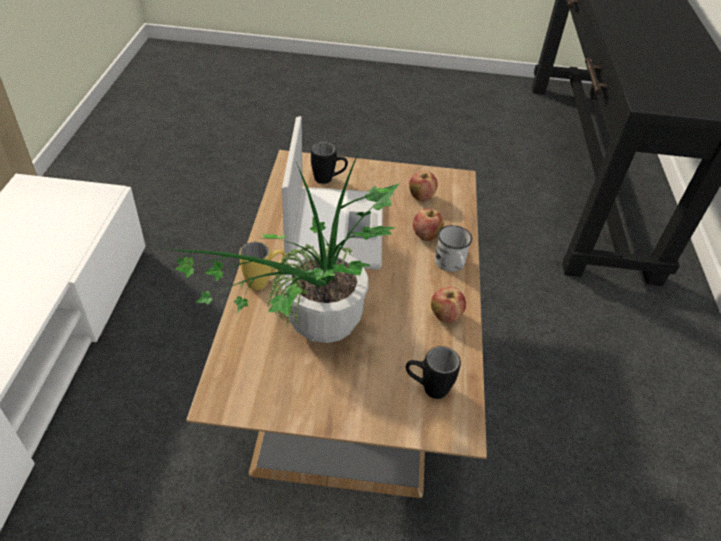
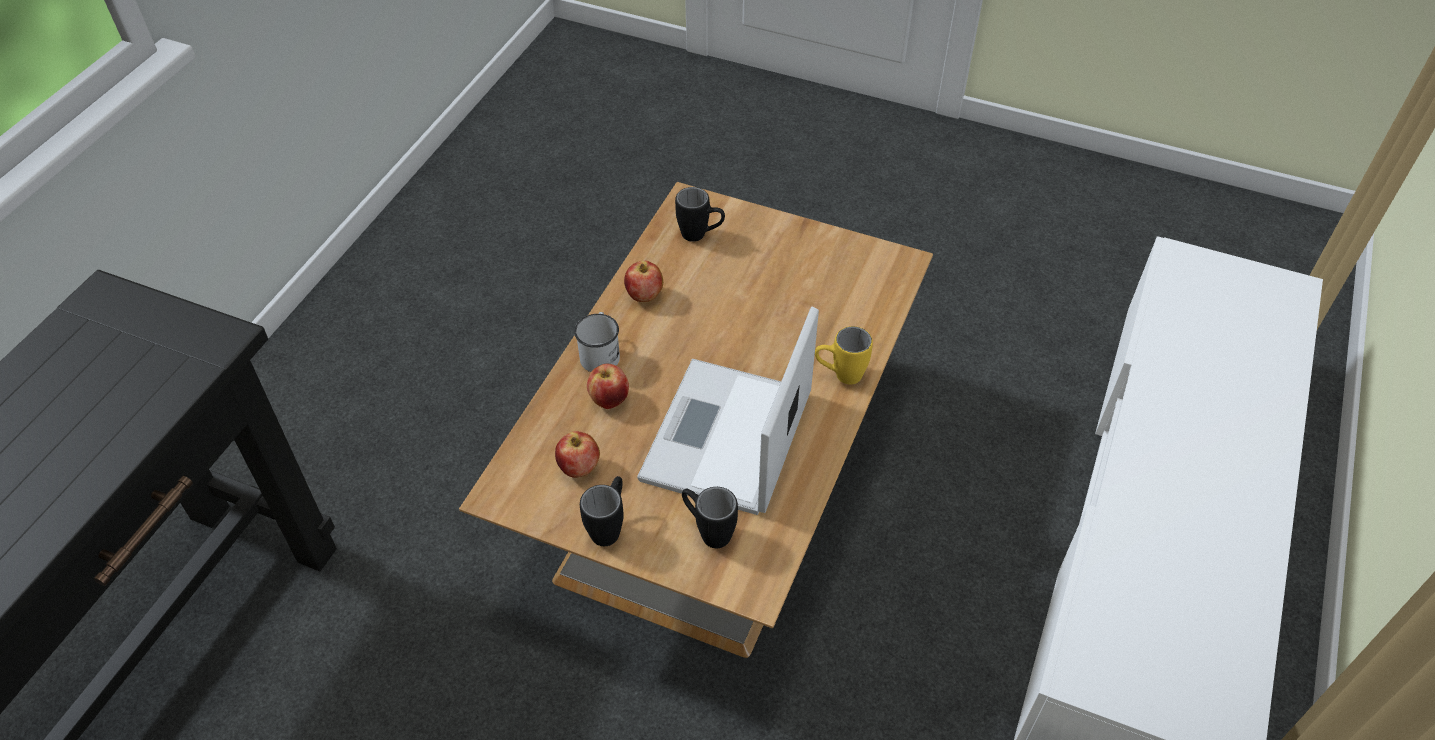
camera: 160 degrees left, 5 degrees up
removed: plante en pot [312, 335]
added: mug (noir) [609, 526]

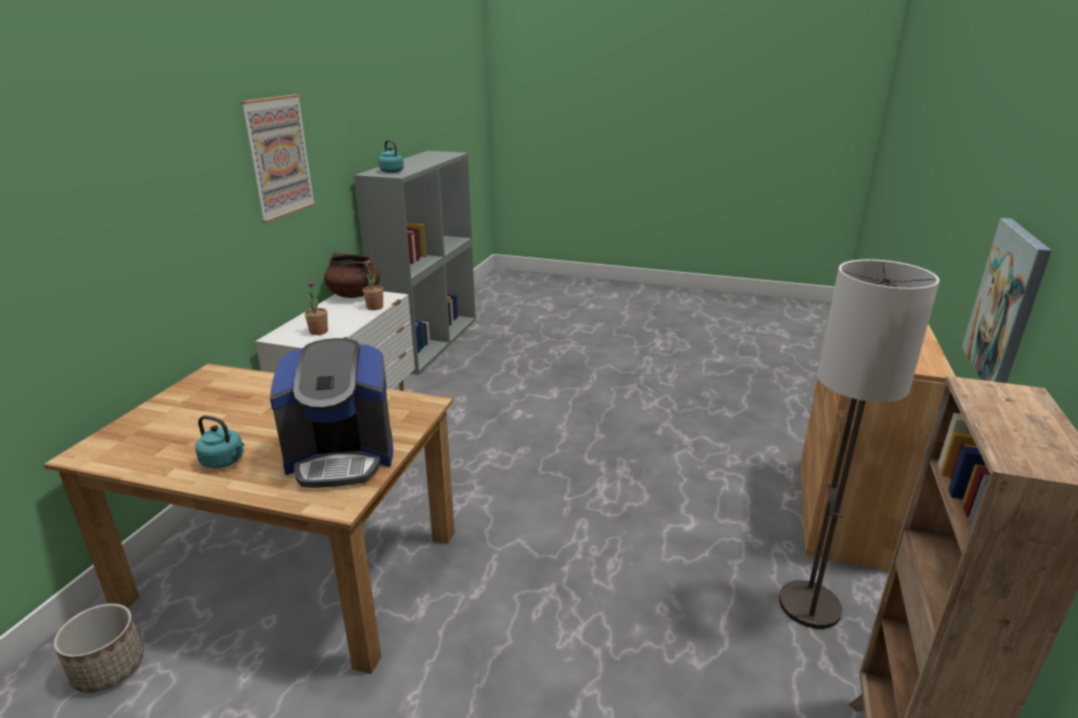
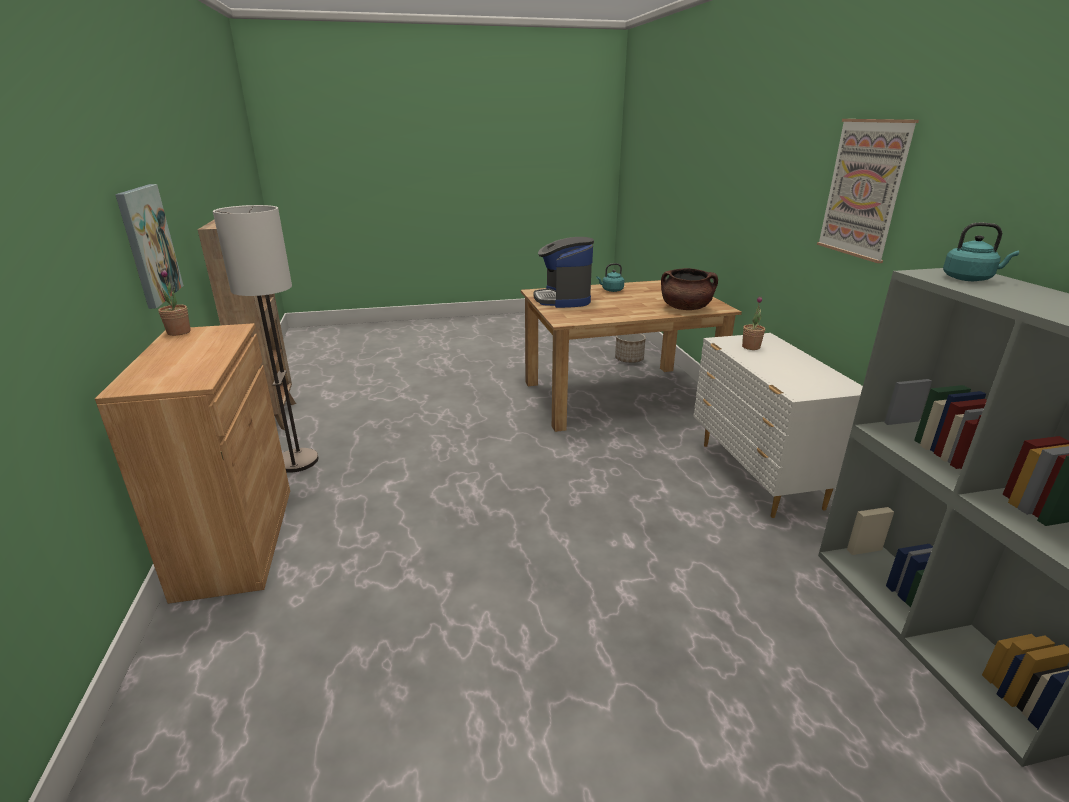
camera: 150 degrees right, 0 degrees up
moved: marmite (marron) [354, 295] to [685, 308]; plante en pot [375, 307] to [179, 332]
turned: machine à café [341, 458] = [563, 299] 60 degrees counterclockwise

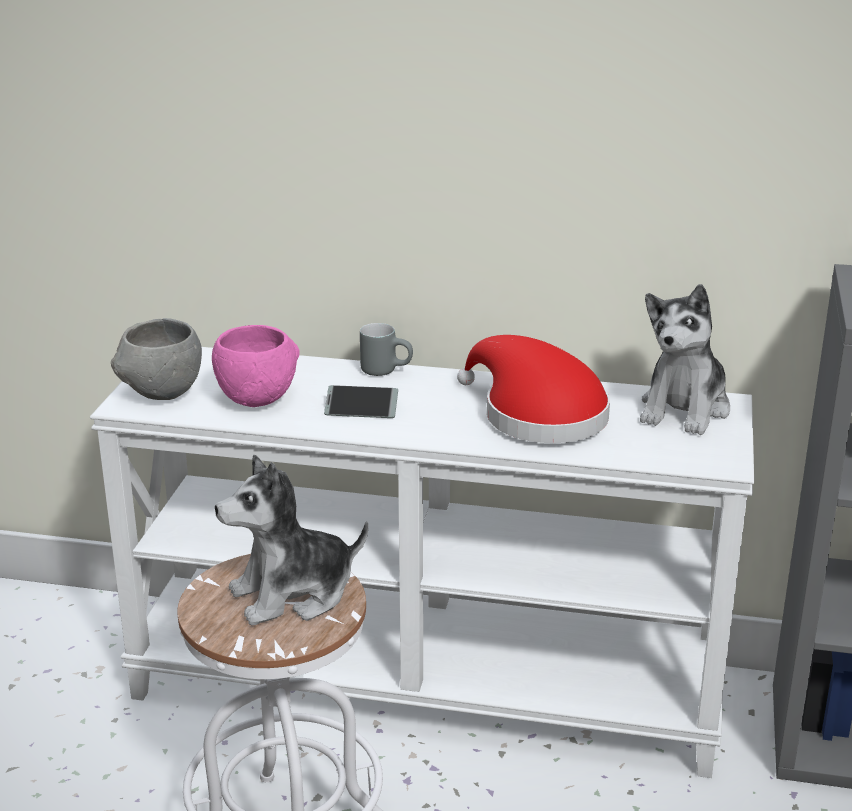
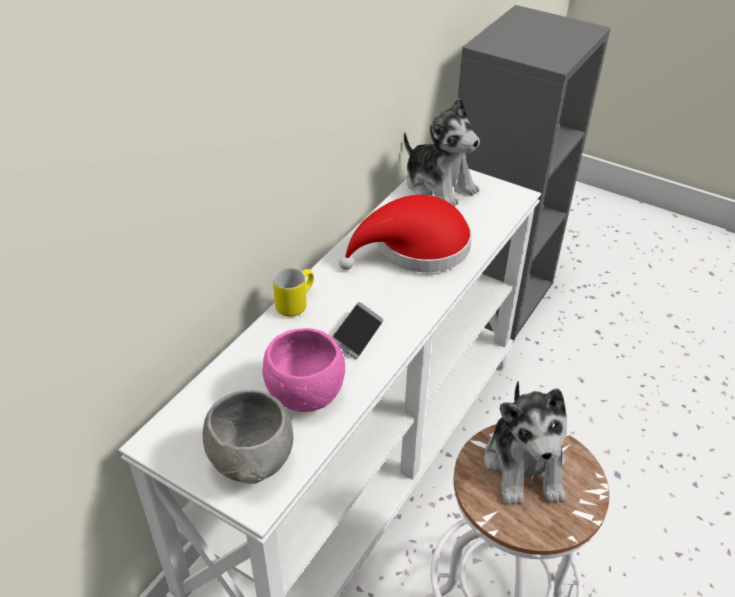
camera: 70 degrees left, 15 degrees up
recoloured: mug (gris) [386, 370] to mug (jaune) [294, 303]

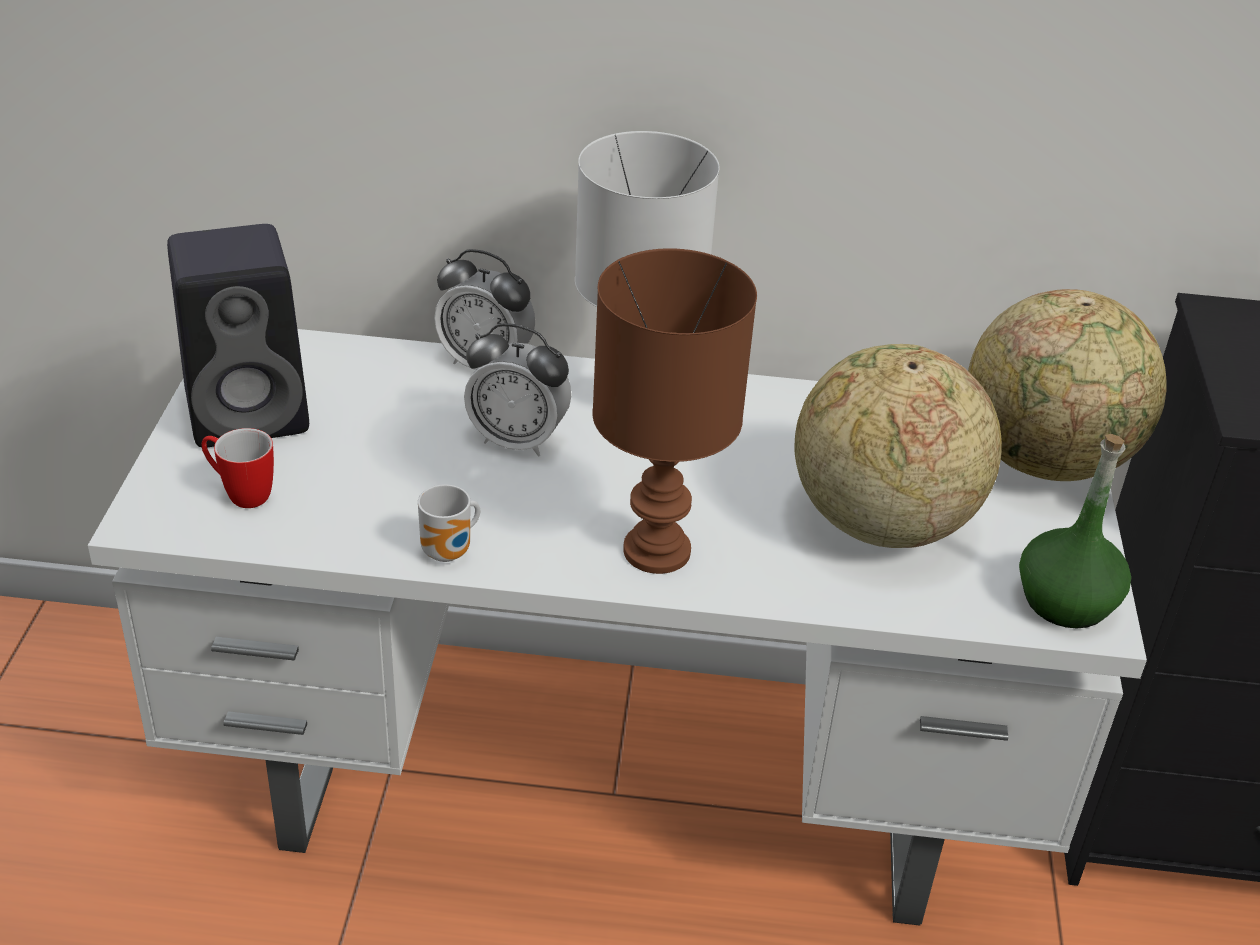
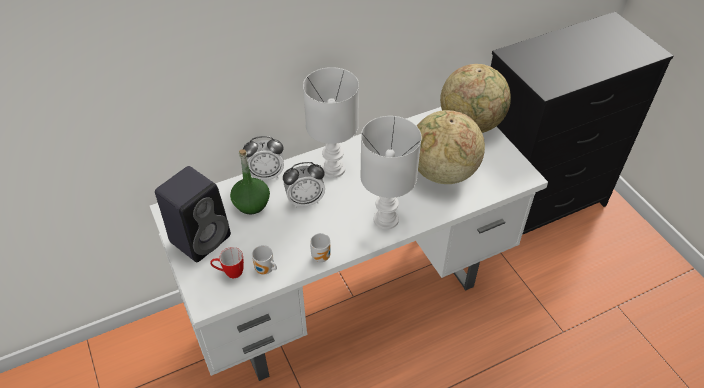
camera: 30 degrees left, 10 degrees up
added: mug [265, 270]
moved: bouteille (vert) [1066, 601] to [251, 203]
recoloured: lampe de table (marron) [659, 550] to lampe de table (blanc) [386, 219]

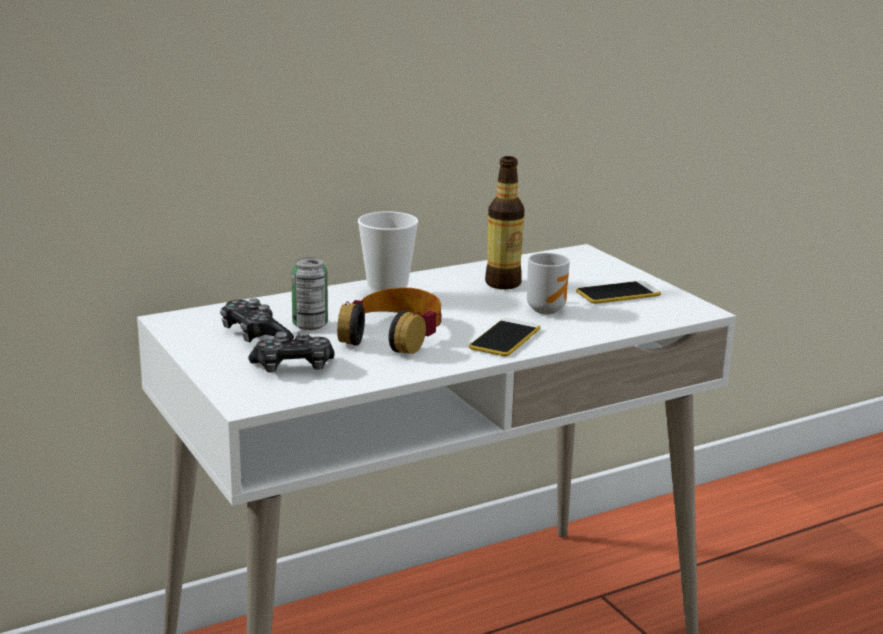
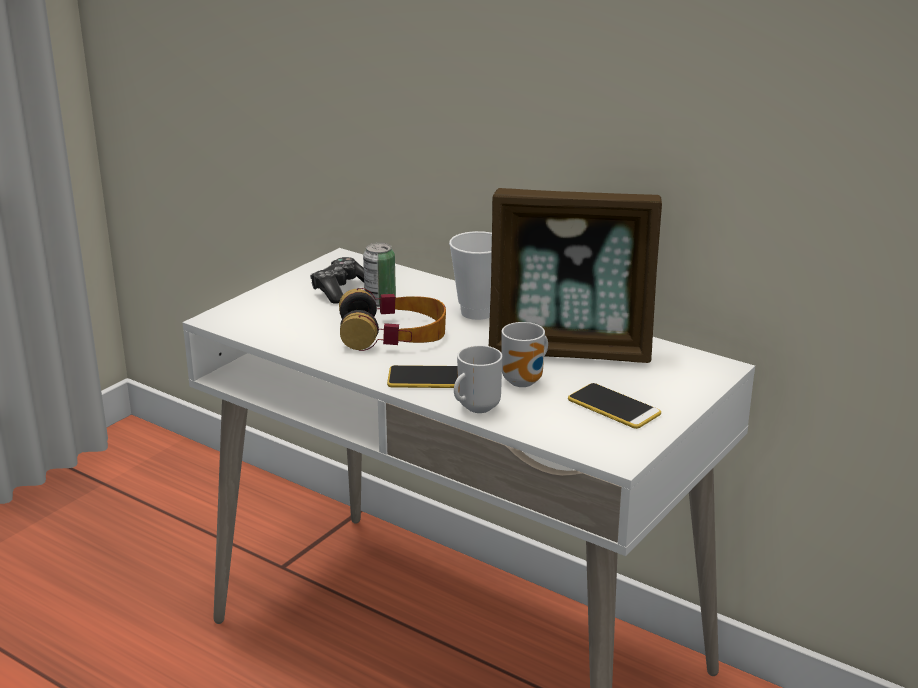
camera: 65 degrees right, 5 degrees up
removed: manette [293, 367]
added: mug [475, 408]
replaced: bouteille [503, 283] to cadre photo [571, 350]

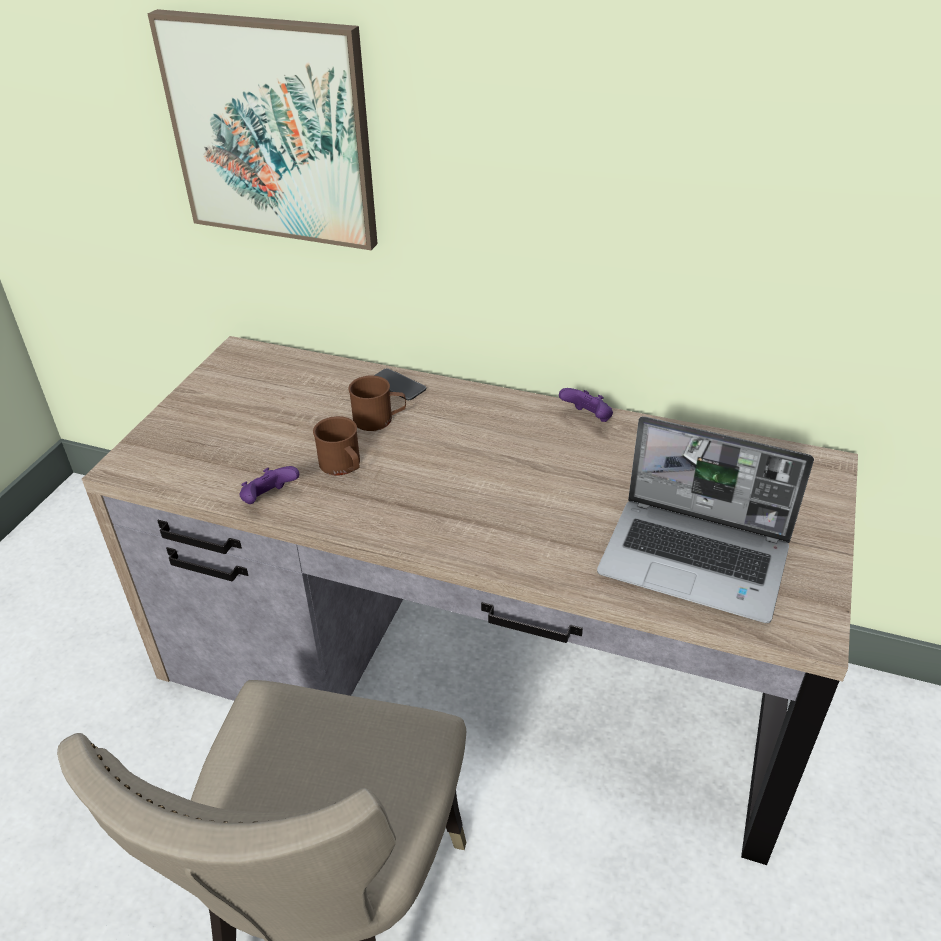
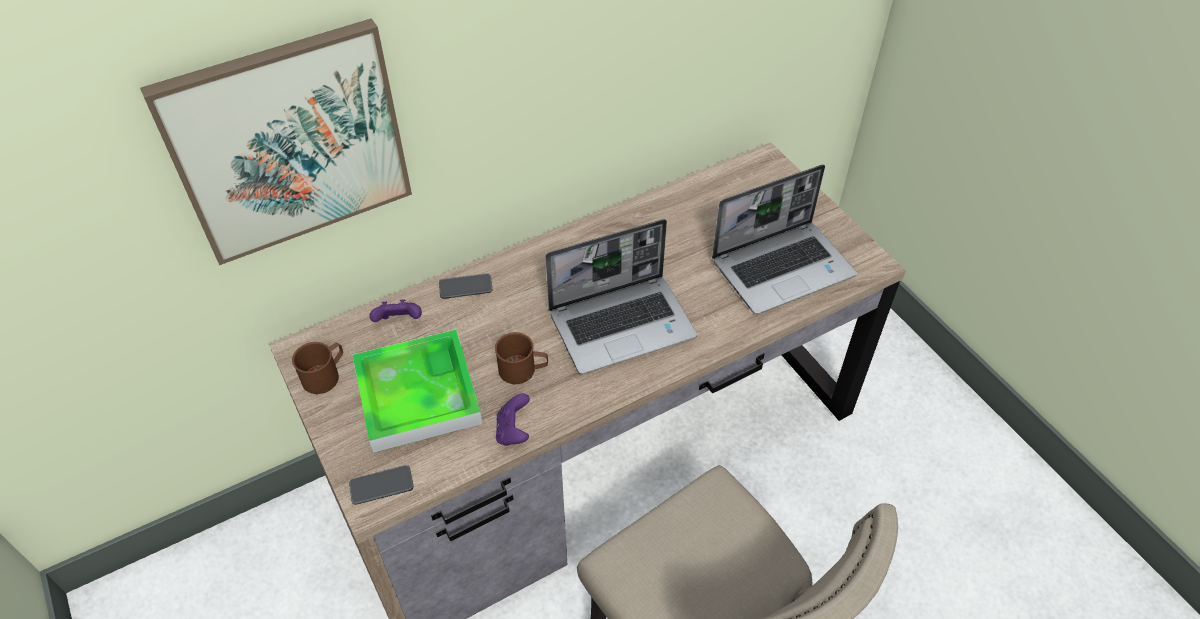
camera: 50 degrees left, 10 degrees up
added: téléphone [381, 485]; plateau [418, 394]; ordinateur portable [623, 324]
moved: mug (marron) [379, 419] to [325, 375]; manette (violet) [587, 419] to [399, 322]

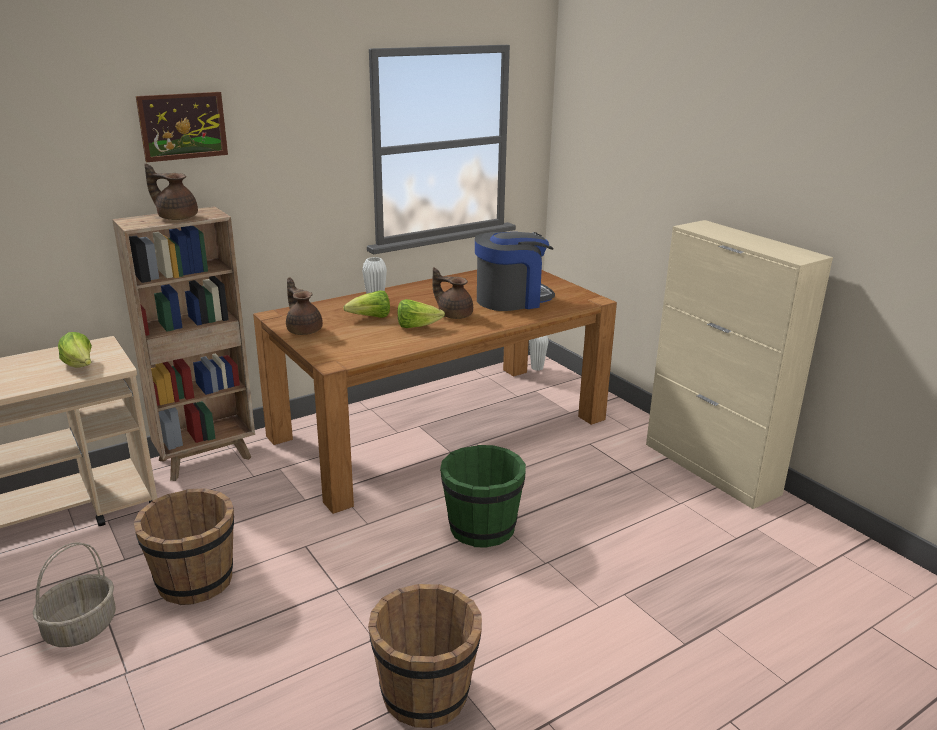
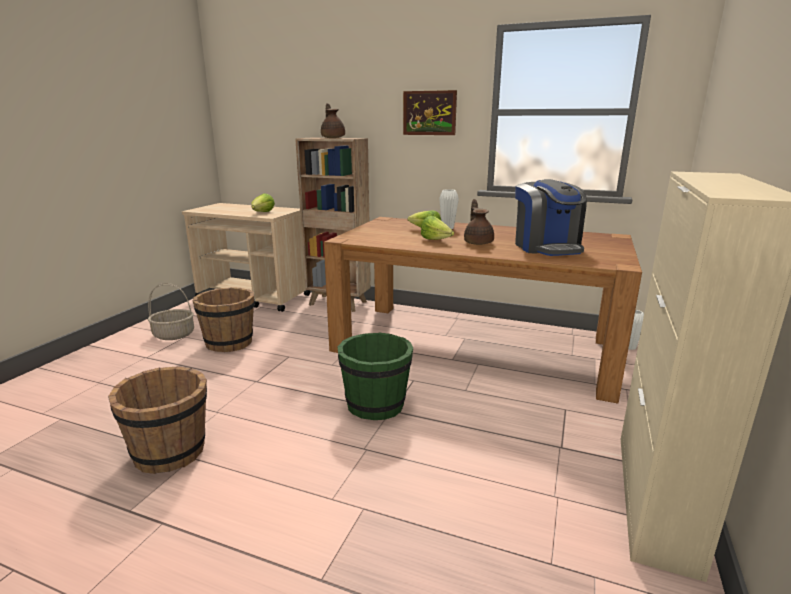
camera: 55 degrees right, 5 degrees down
removed: théière (marron) [304, 330]
moved: tableau [183, 126] to [429, 113]
turned: machine à café [511, 299] = [547, 247] 45 degrees clockwise

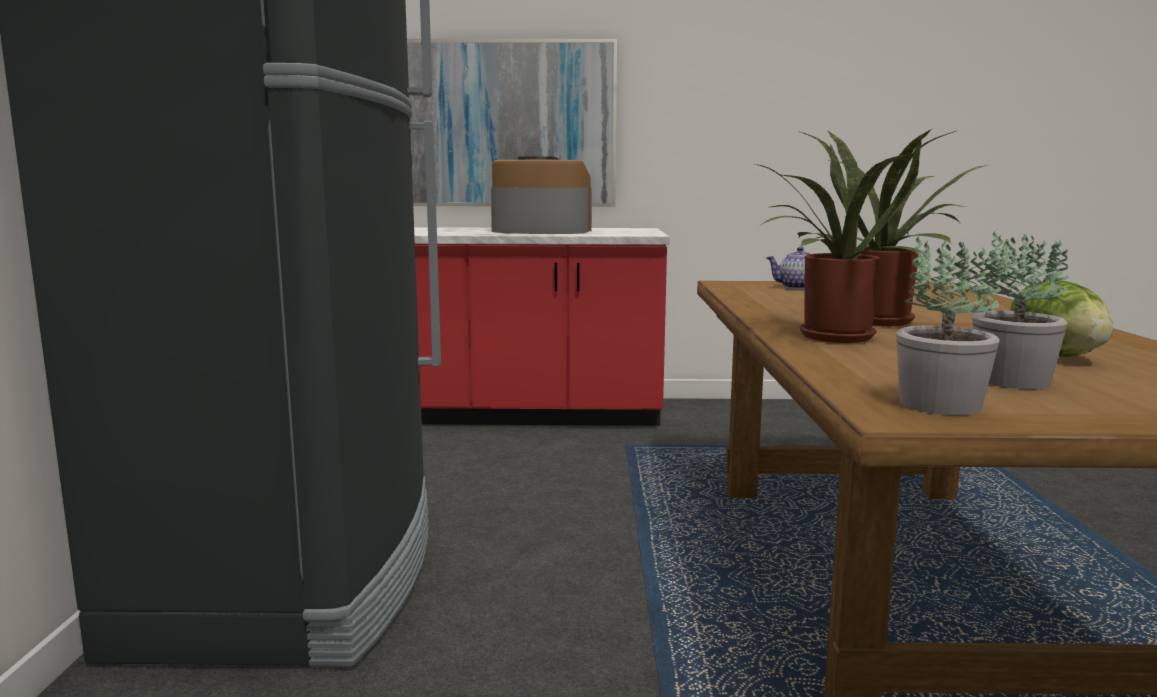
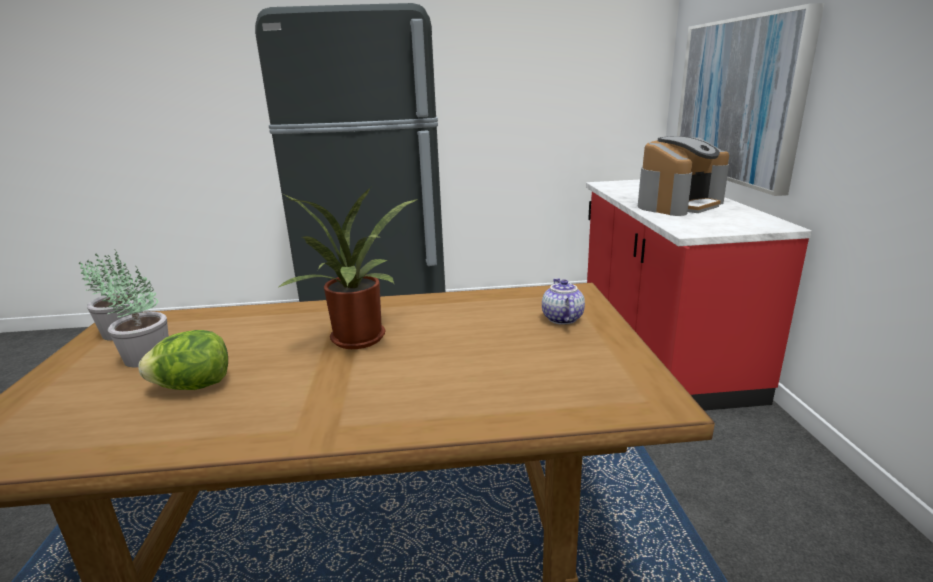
camera: 85 degrees right, 10 degrees up
removed: plante en pot [829, 337]
turned: machine à café [540, 231] = [678, 204] 45 degrees clockwise

